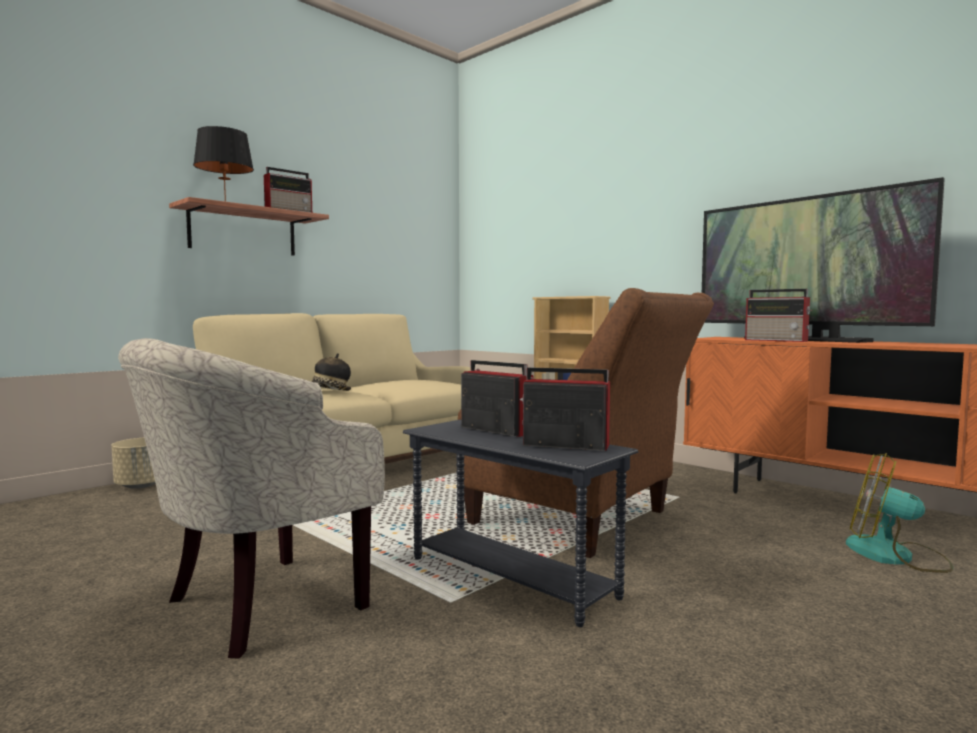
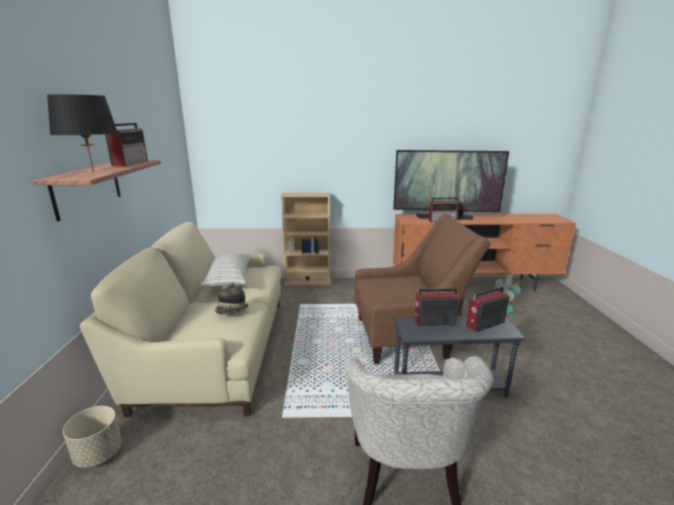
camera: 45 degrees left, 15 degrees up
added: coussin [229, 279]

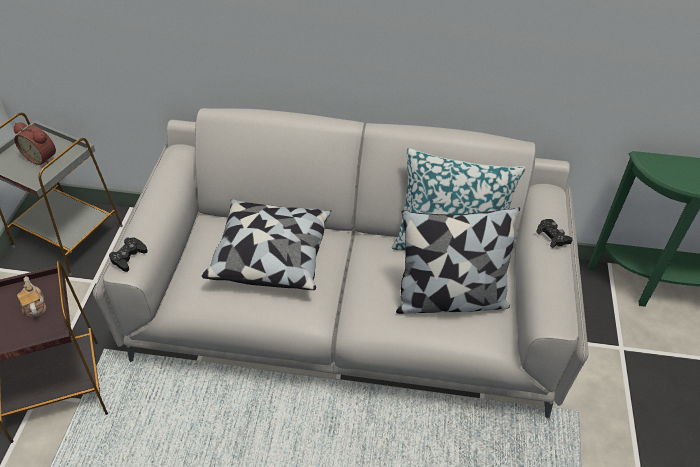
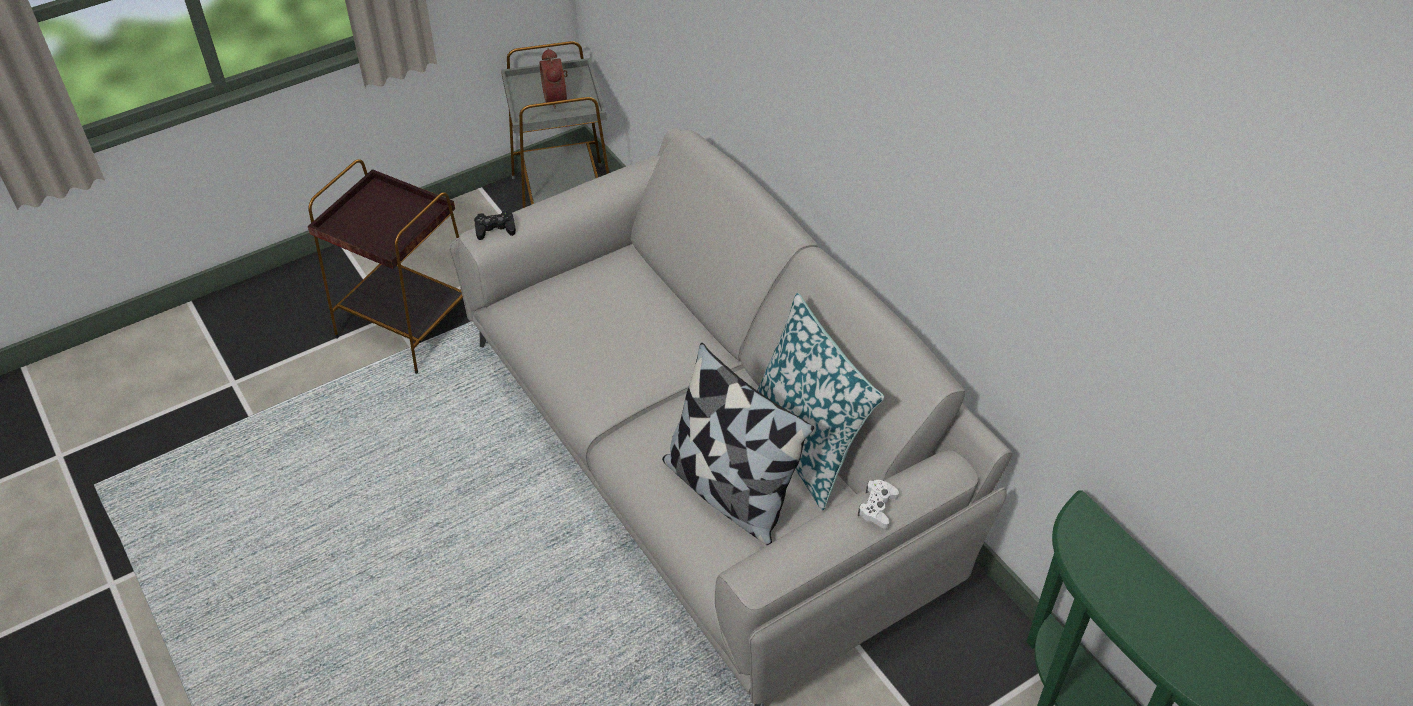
camera: 50 degrees right, 0 degrees up
removed: théière [34, 306]; coussin [271, 256]
recoloured: manette (noir) [553, 236] to manette (blanc) [877, 507]

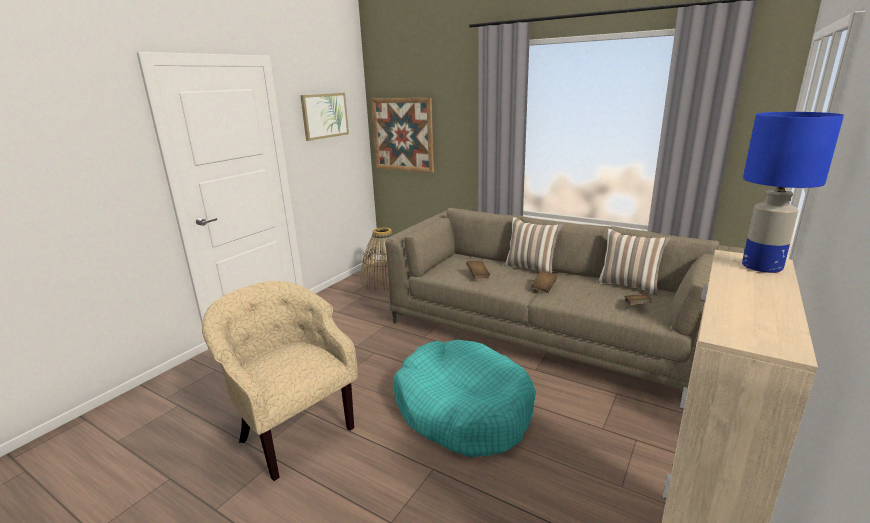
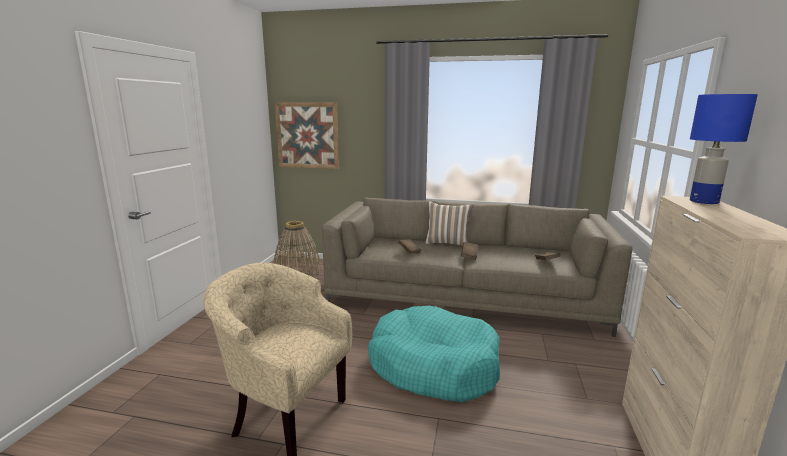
camera: 20 degrees left, 5 degrees down
removed: tableau [324, 115]; coussin [629, 285]

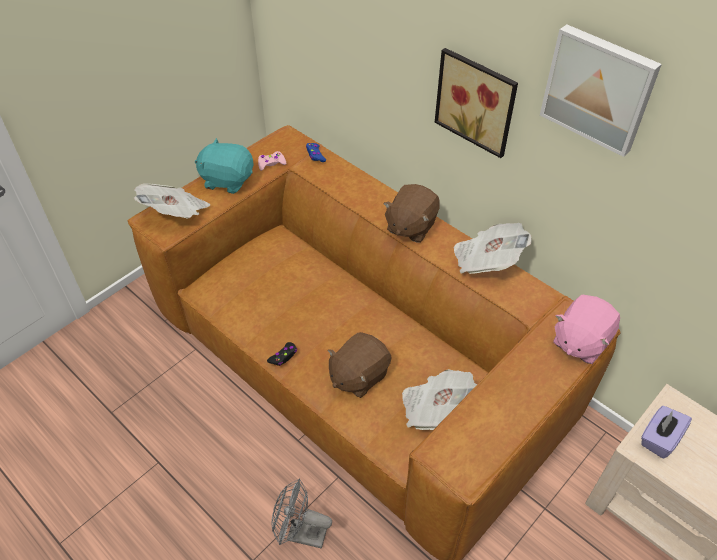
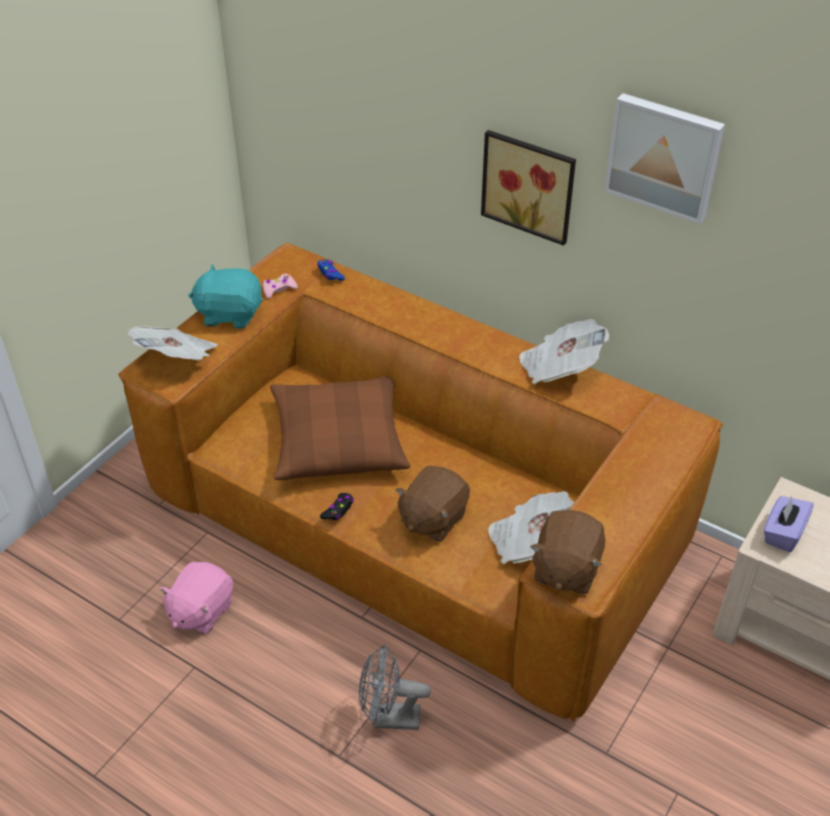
camera: 10 degrees left, 5 degrees down
added: coussin (marron) [338, 439]
moved: peluche (marron) [410, 226] to [565, 569]; peluche (rose) [580, 341] to [200, 611]

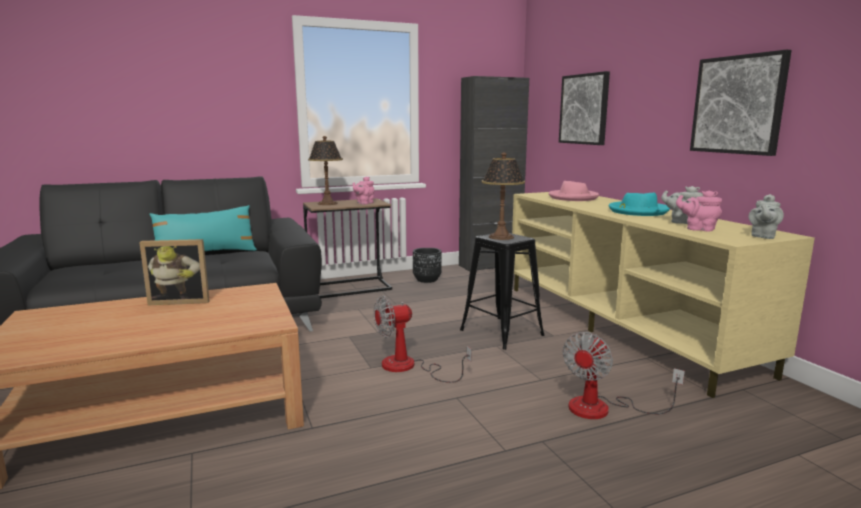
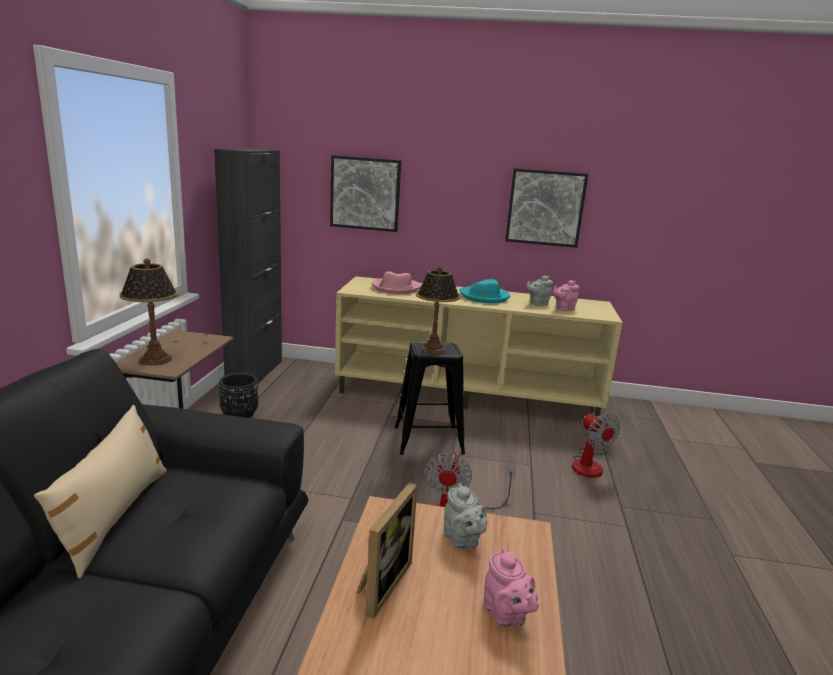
camera: 60 degrees left, 5 degrees up
moved: théière (rose) [364, 203] to [506, 615]; théière (gris) [762, 236] to [462, 540]
recoloured: coussin (turquoise) [206, 254] to coussin (beige) [114, 516]

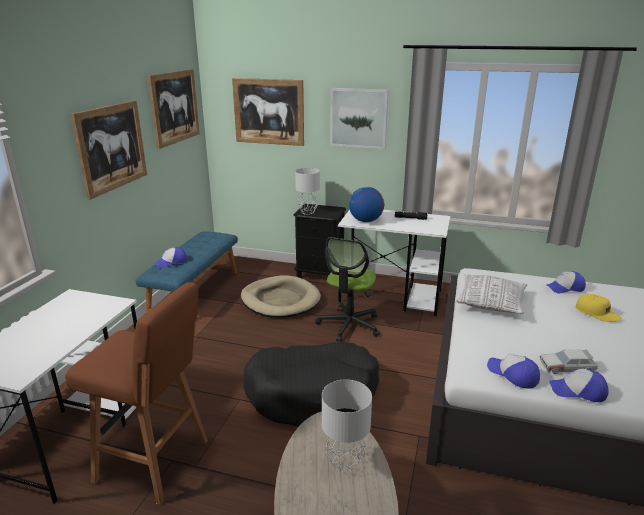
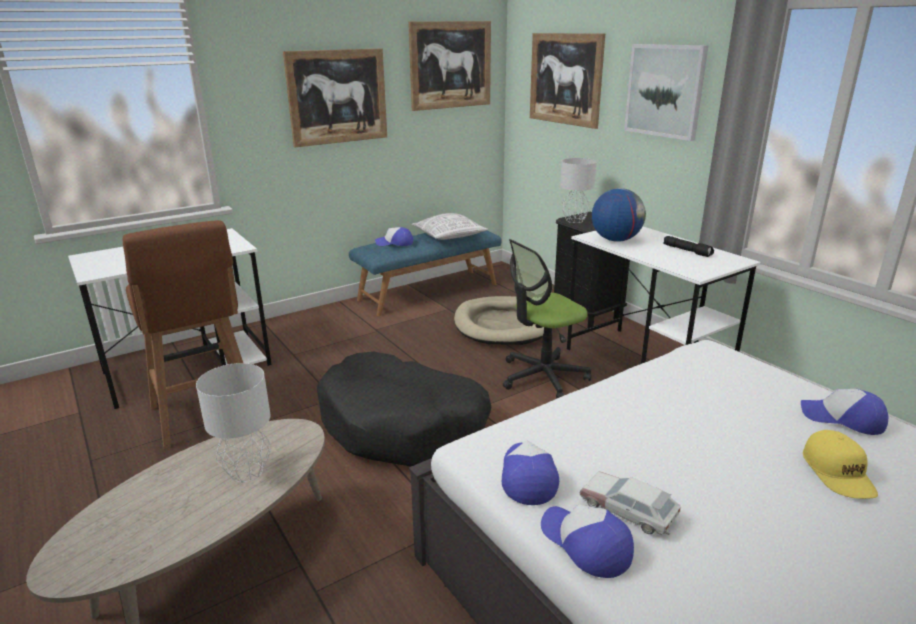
camera: 40 degrees right, 0 degrees up
moved: coussin [490, 303] to [449, 237]

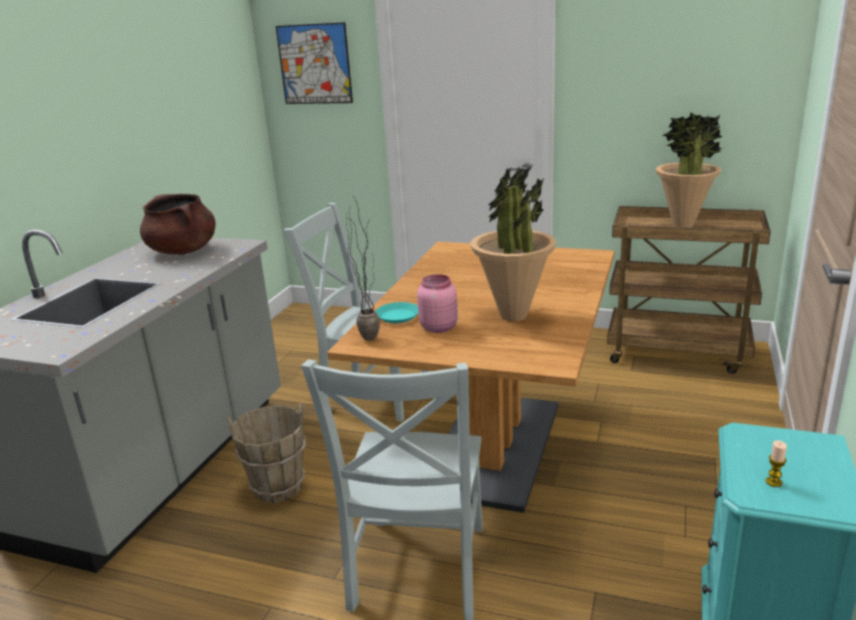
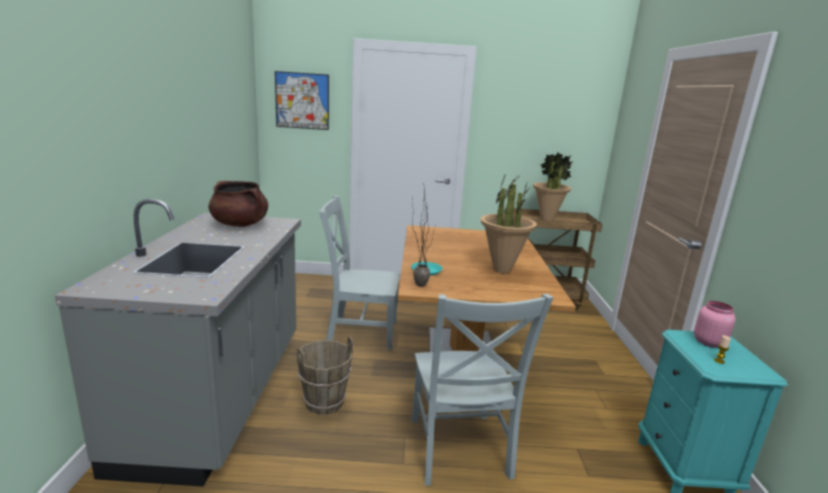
camera: 20 degrees left, 5 degrees down
moved: bocal (rose) [439, 327] to [708, 342]

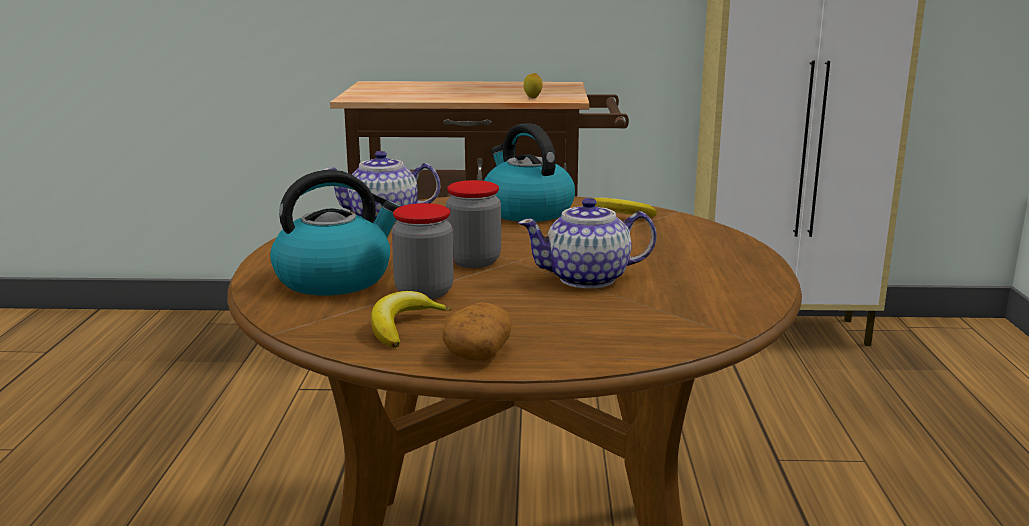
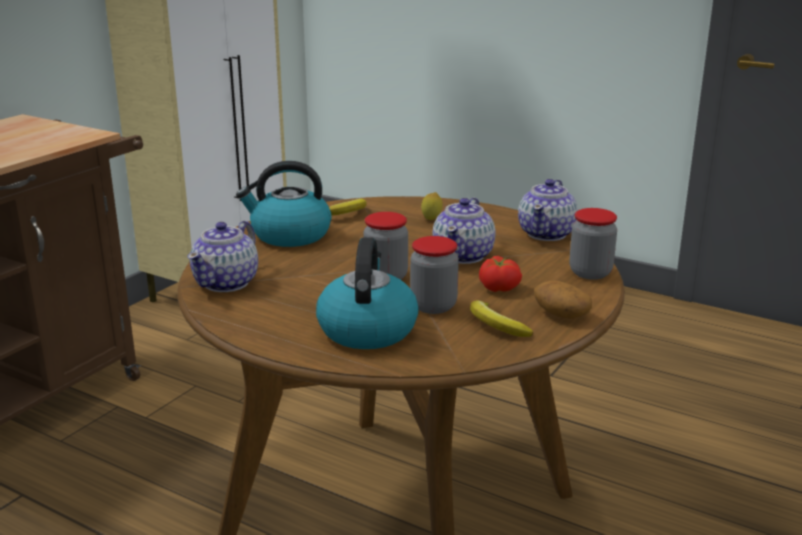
camera: 60 degrees left, 5 degrees up
added: tomate [499, 287]; théière [547, 234]; bocal [590, 273]
moved: citron [532, 98] to [431, 220]

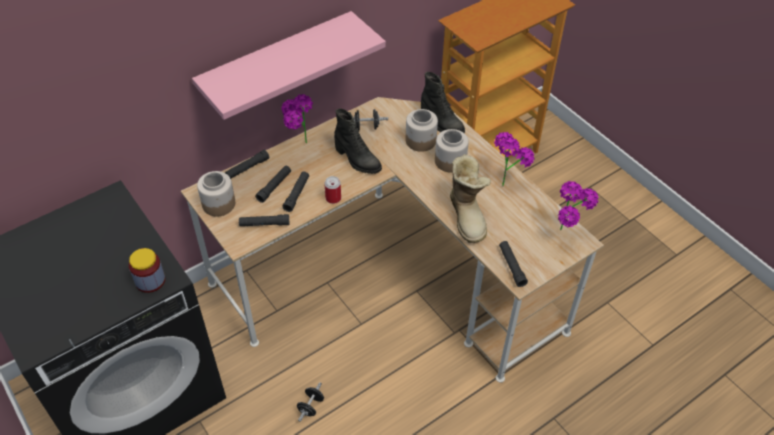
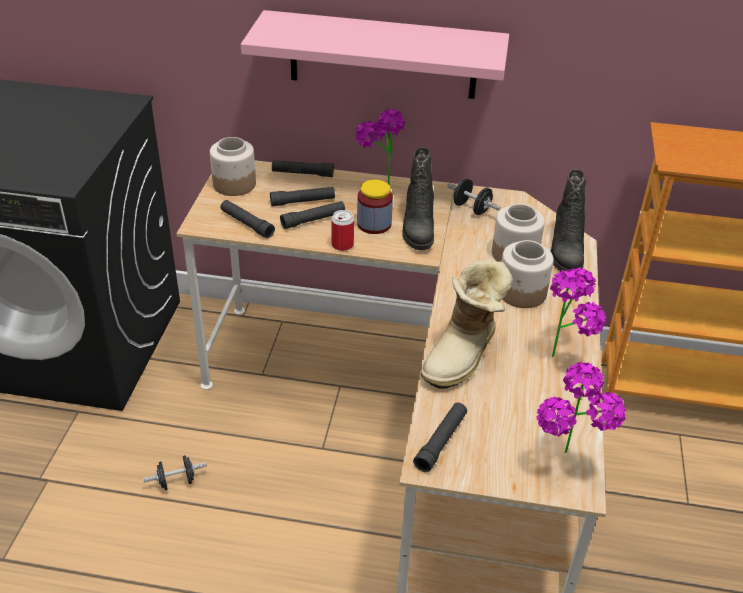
camera: 45 degrees right, 10 degrees down
moved: bocal [150, 280] to [374, 224]

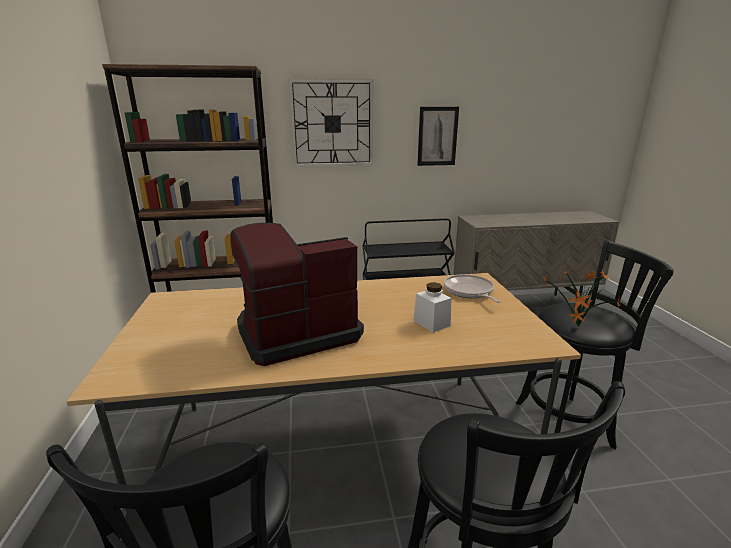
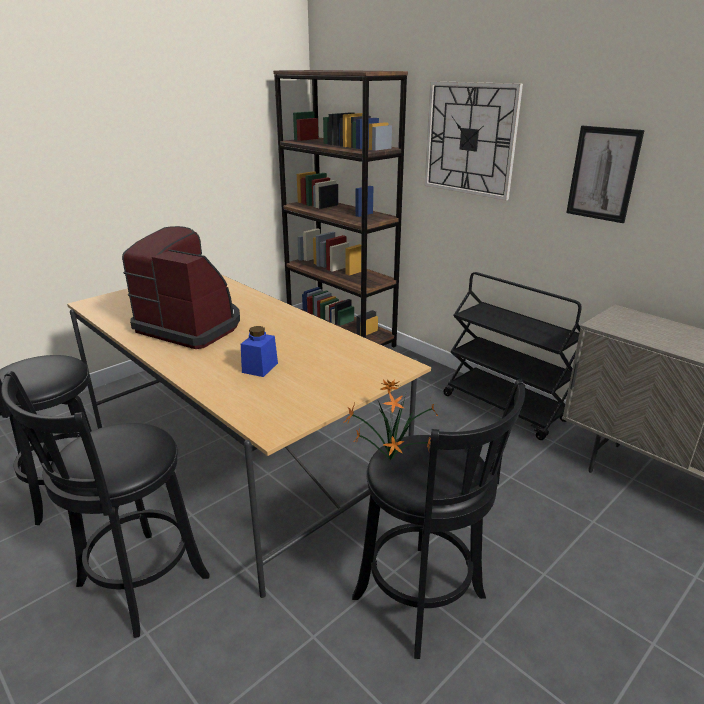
camera: 55 degrees right, 5 degrees up
removed: poêle [469, 291]
recoloured: bocal (blanc) [431, 323] to bocal (bleu) [260, 368]

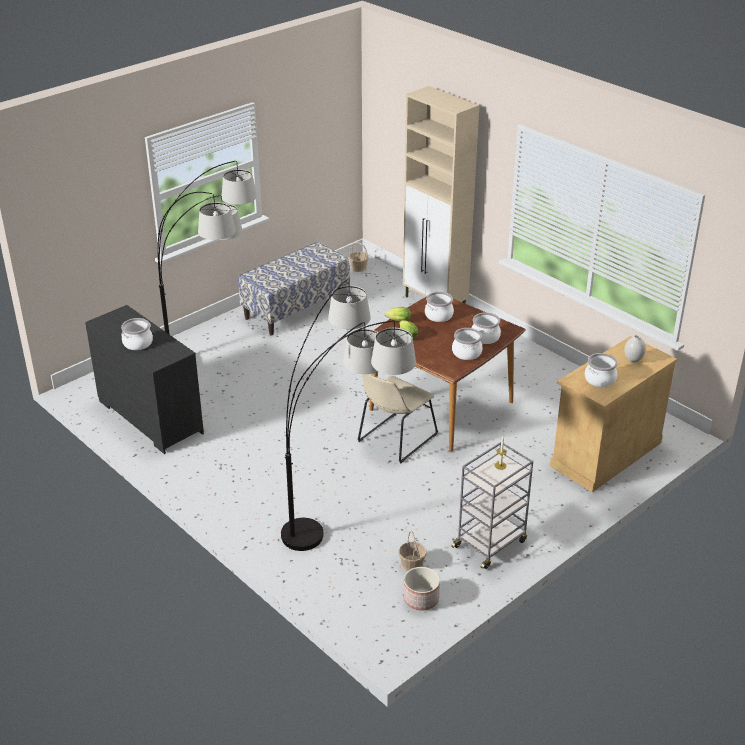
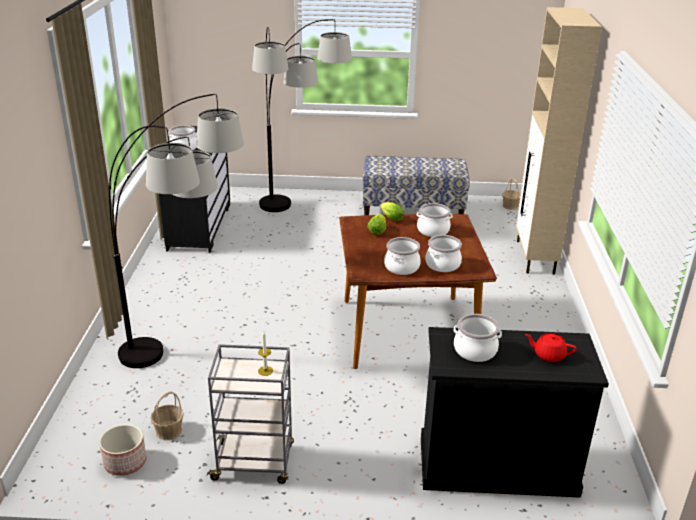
camera: 45 degrees right, 5 degrees down
removed: chaise (beige) [395, 439]
replaced: vase (blanc) [633, 360] to théière (rouge) [548, 355]
recoloured: meuble de rangement (beige) [605, 454] to meuble de rangement (noir) [497, 466]

